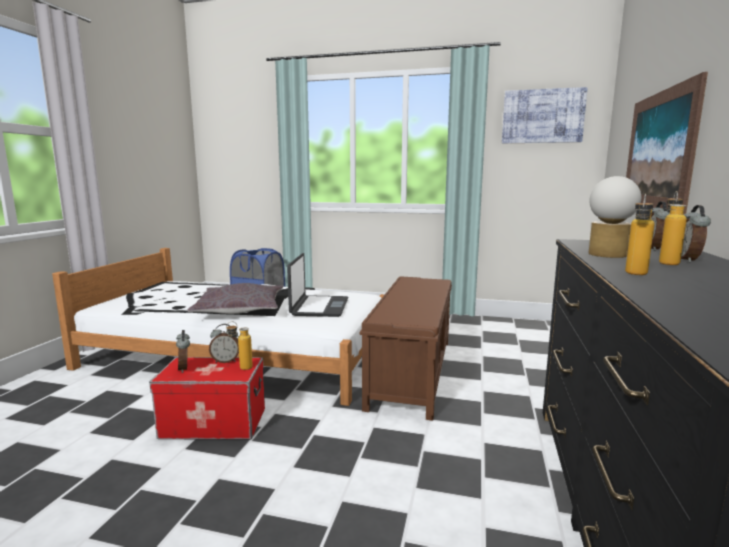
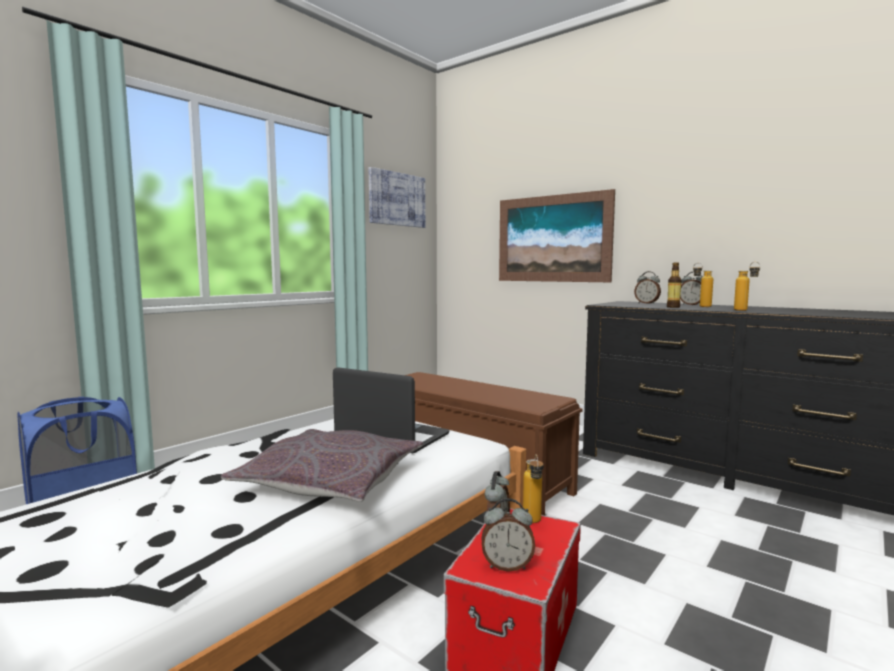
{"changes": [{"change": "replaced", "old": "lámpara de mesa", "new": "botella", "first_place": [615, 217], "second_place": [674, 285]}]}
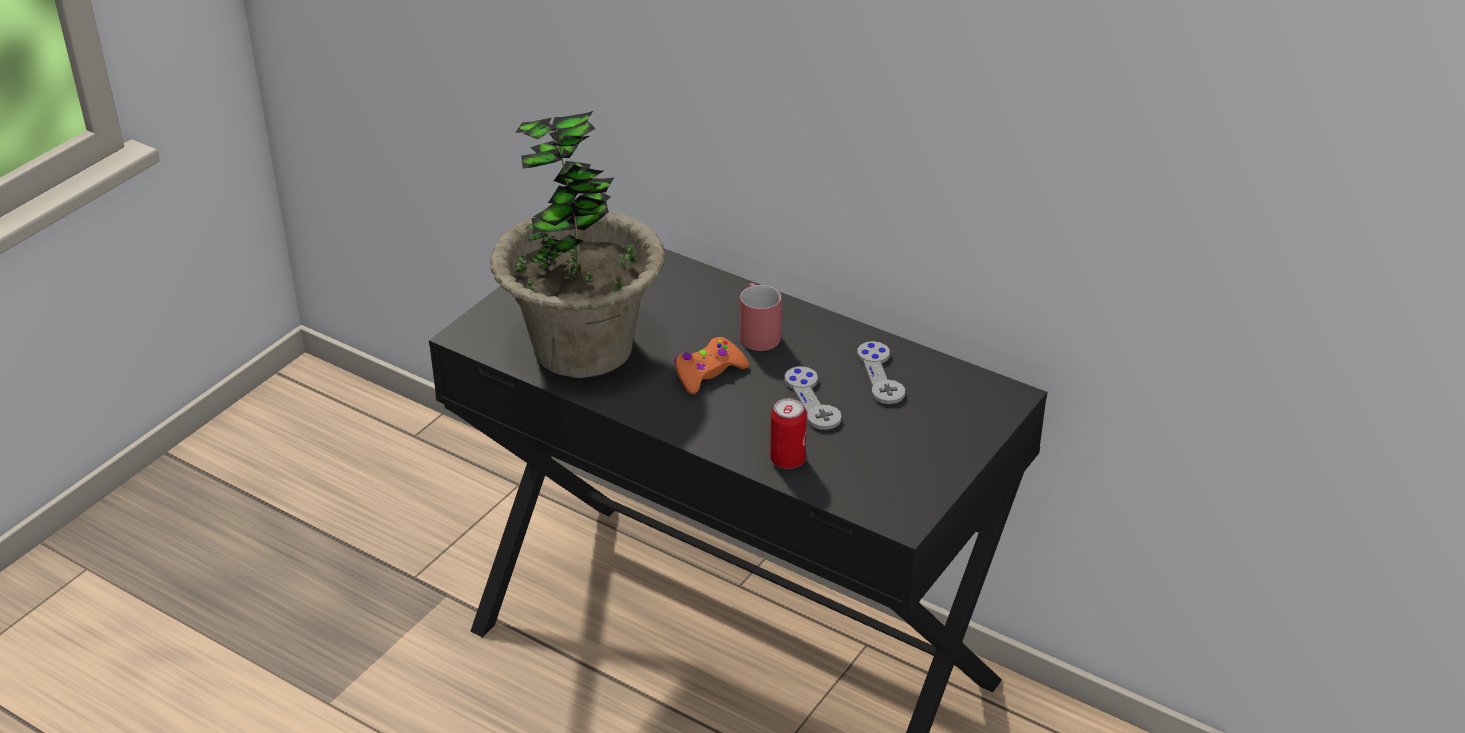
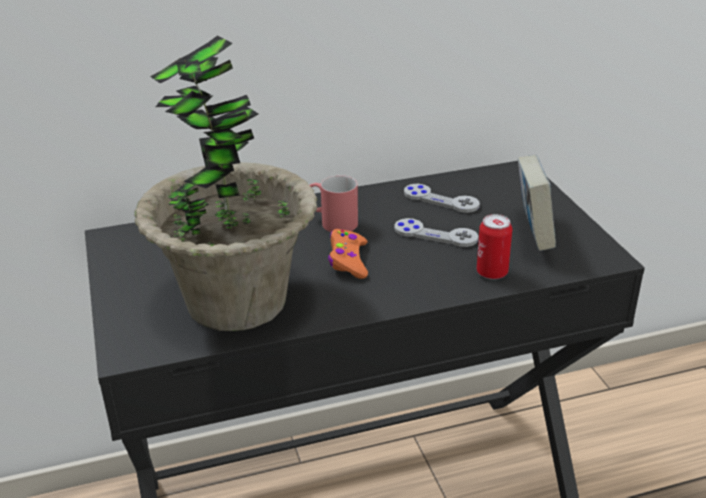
{"changes": [{"change": "added", "new": "libro", "second_place": [537, 203]}]}
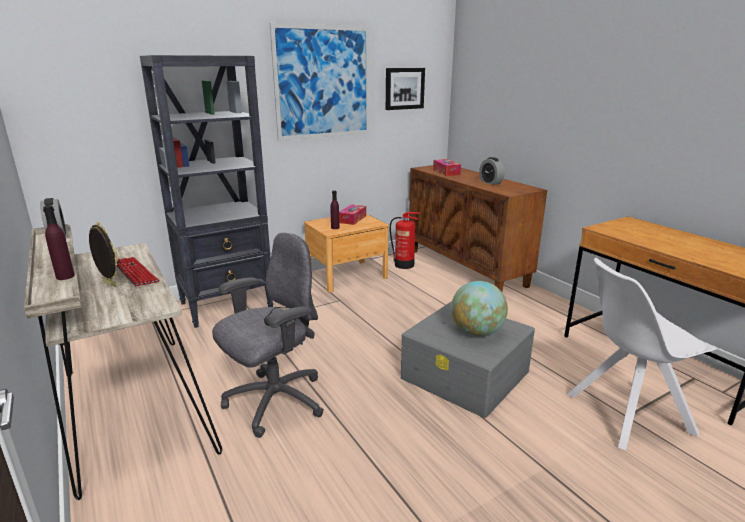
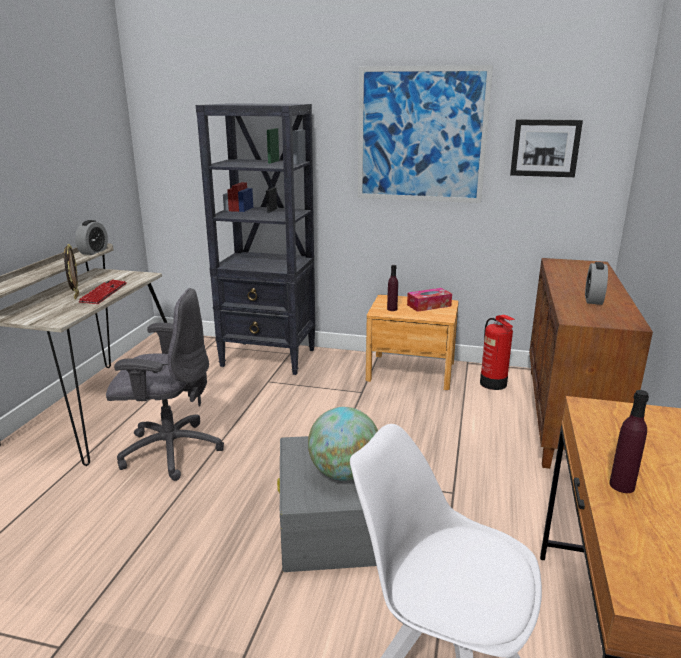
{"changes": [{"change": "moved", "old": "botella (morado)", "first_place": [59, 242], "second_place": [629, 441]}, {"change": "removed", "old": "caja de pañuelos", "first_place": [447, 167]}]}
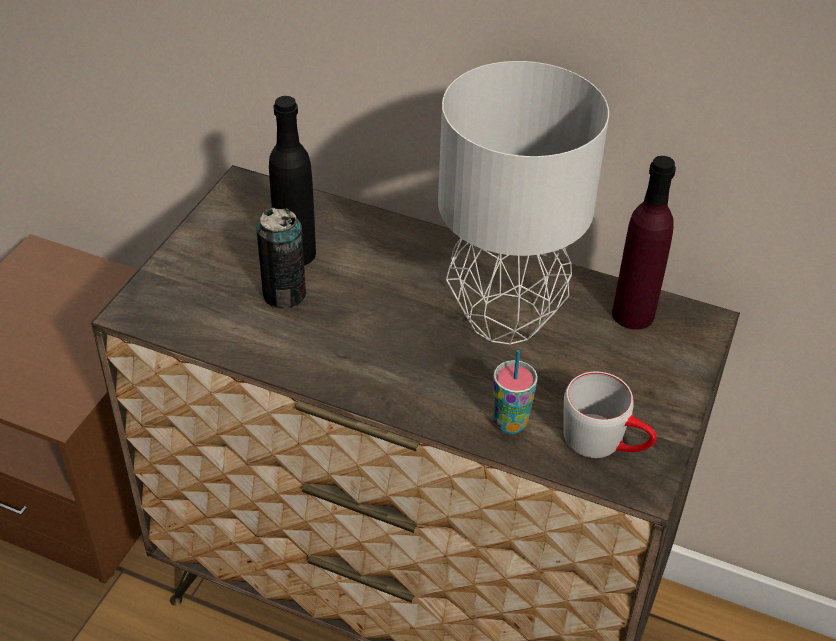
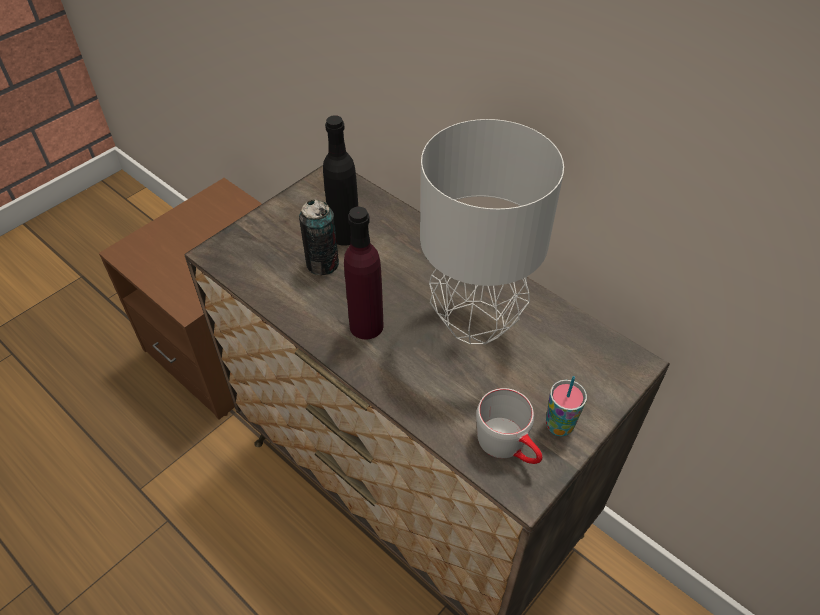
{"changes": [{"change": "moved", "old": "botella (morado)", "first_place": [644, 242], "second_place": [363, 273]}, {"change": "moved", "old": "taza", "first_place": [515, 392], "second_place": [566, 406]}]}
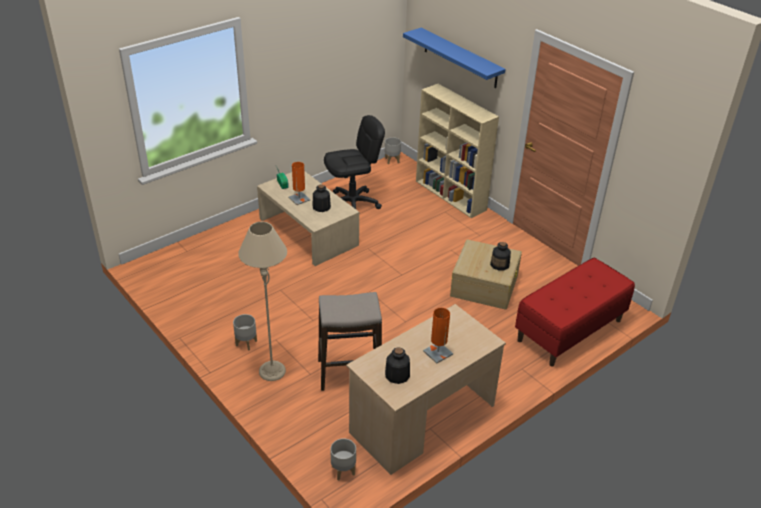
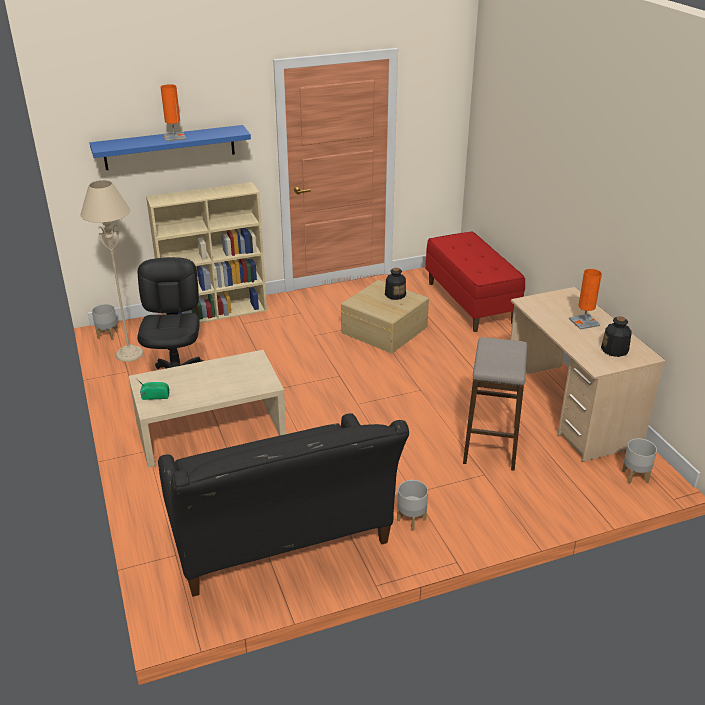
{"changes": [{"change": "moved", "old": "lámpara de pie (beis)", "first_place": [262, 301], "second_place": [111, 271]}, {"change": "added", "new": "sofá (negro)", "second_place": [283, 505]}, {"change": "moved", "old": "lámpara de mesa (naranja)", "first_place": [299, 183], "second_place": [173, 113]}, {"change": "removed", "old": "botella", "first_place": [321, 198]}]}
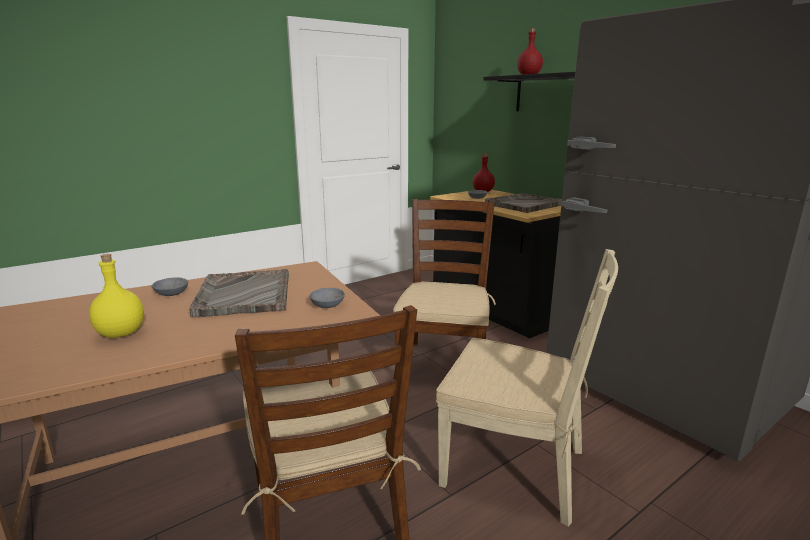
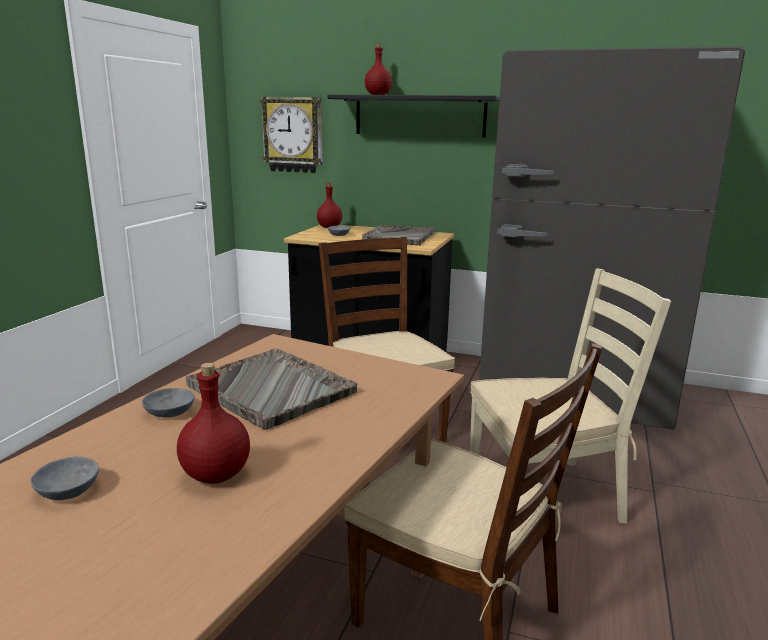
{"changes": [{"change": "moved", "old": "cuenco (gris)", "first_place": [327, 298], "second_place": [65, 478]}, {"change": "recoloured", "old": "botella (amarillo)", "new": "botella (rojo)", "first_place": [116, 296], "second_place": [213, 423]}, {"change": "added", "new": "reloj de pared", "second_place": [291, 135]}]}
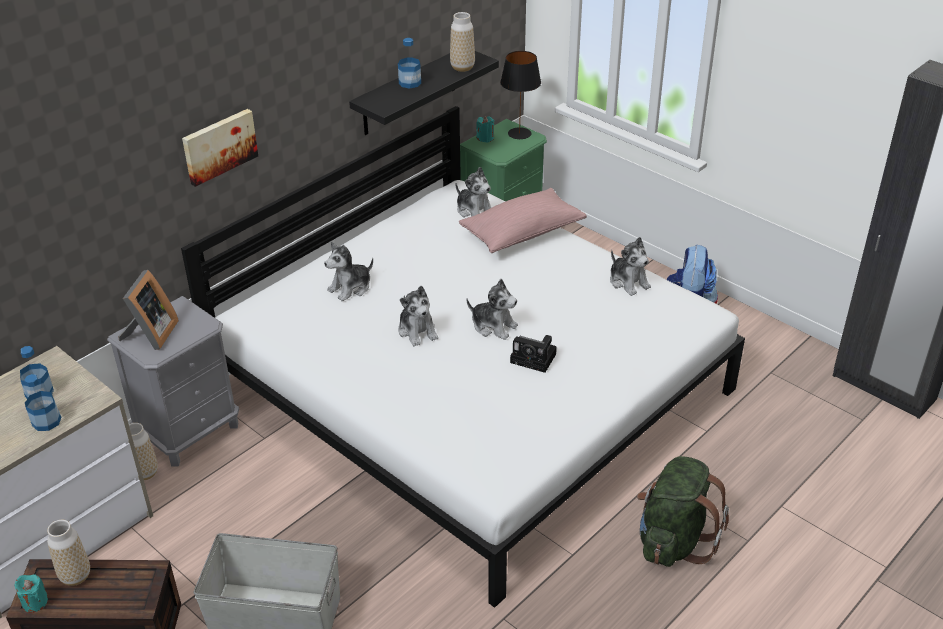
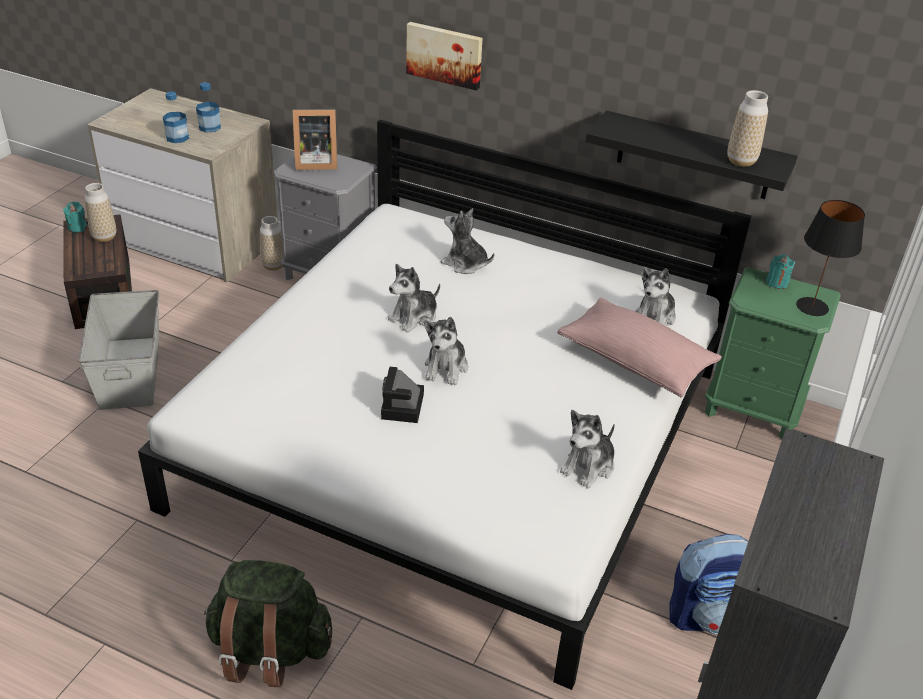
{"changes": [{"change": "removed", "old": "botella", "first_place": [409, 63]}]}
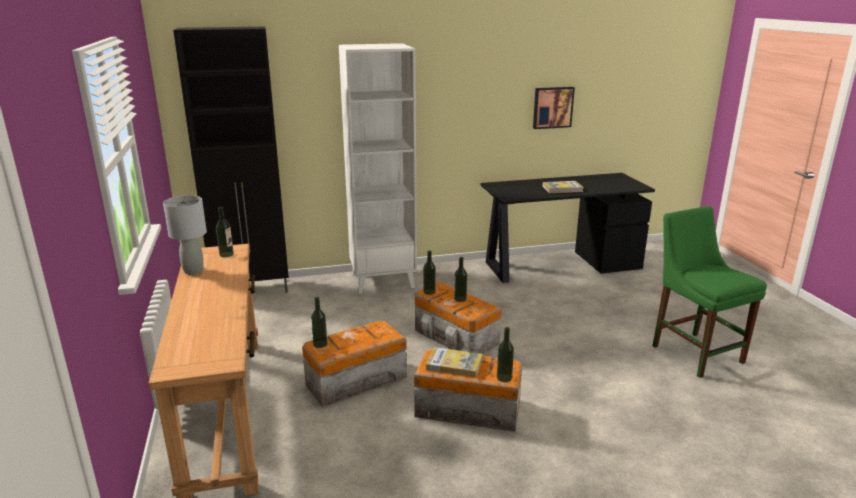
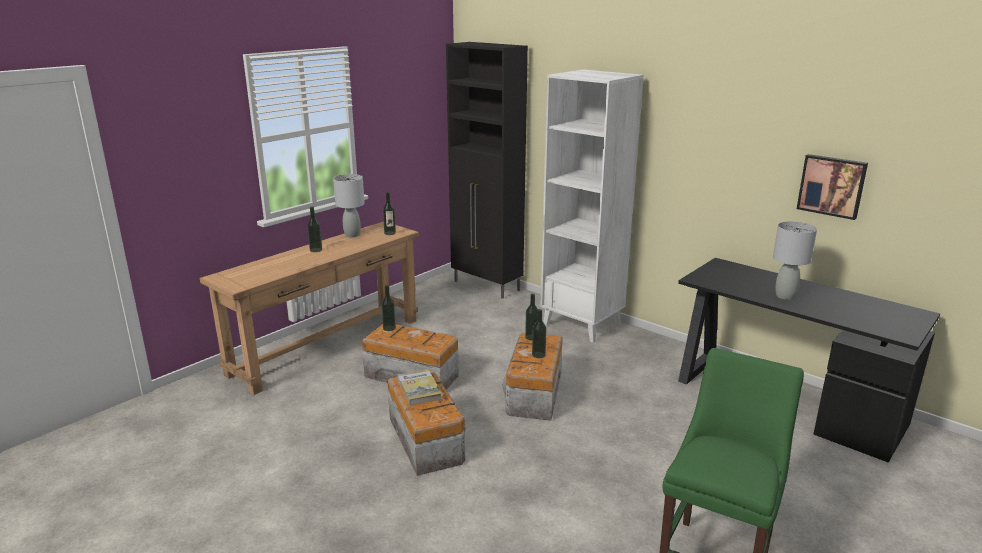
{"changes": [{"change": "moved", "old": "botella", "first_place": [505, 354], "second_place": [314, 229]}, {"change": "replaced", "old": "libro", "new": "lámpara de mesa (gris)", "first_place": [562, 187], "second_place": [795, 260]}]}
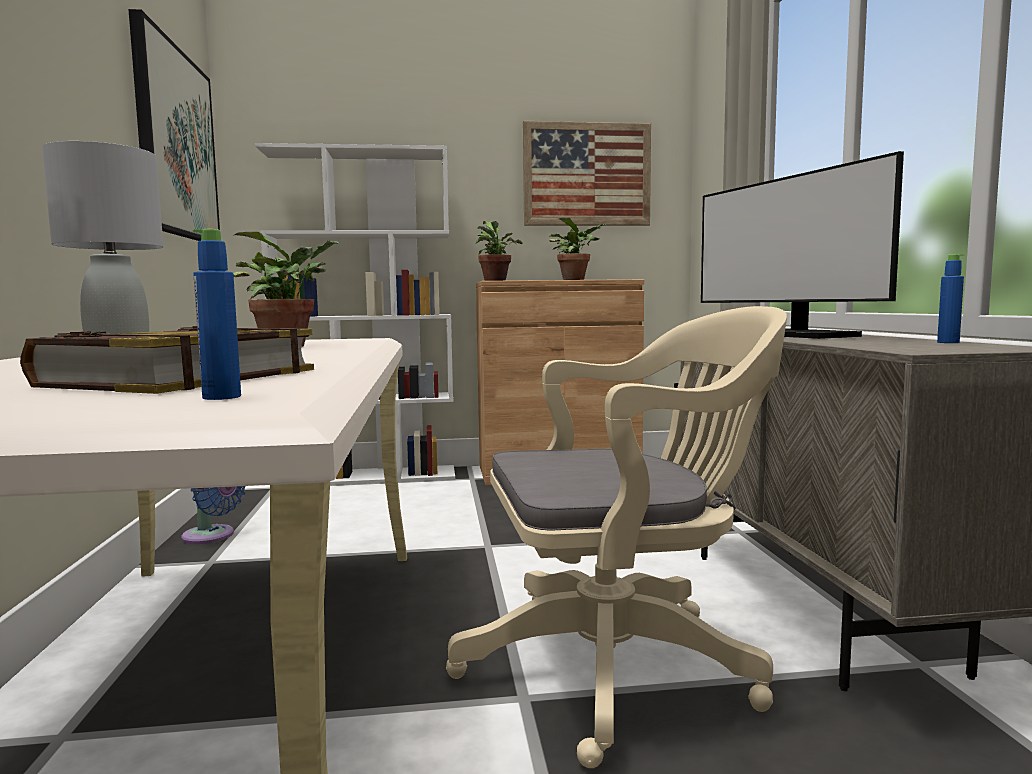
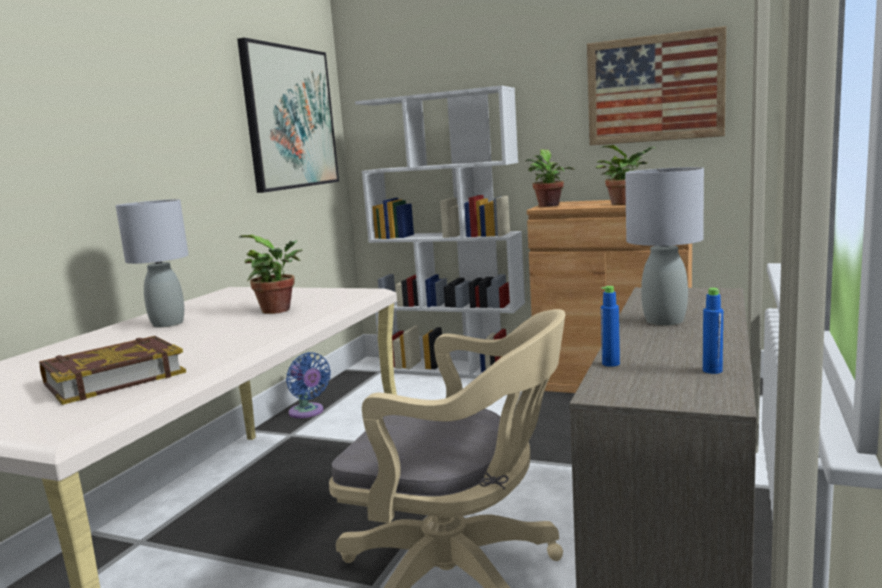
{"changes": [{"change": "moved", "old": "botella (azul)", "first_place": [217, 314], "second_place": [610, 326]}, {"change": "replaced", "old": "monitor", "new": "lámpara de mesa (gris)", "first_place": [802, 245], "second_place": [664, 246]}]}
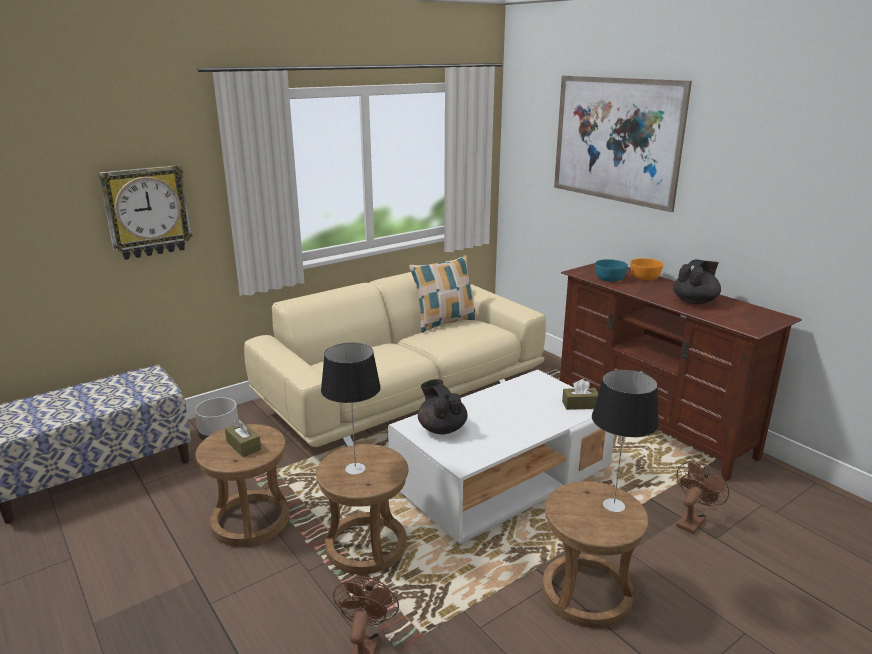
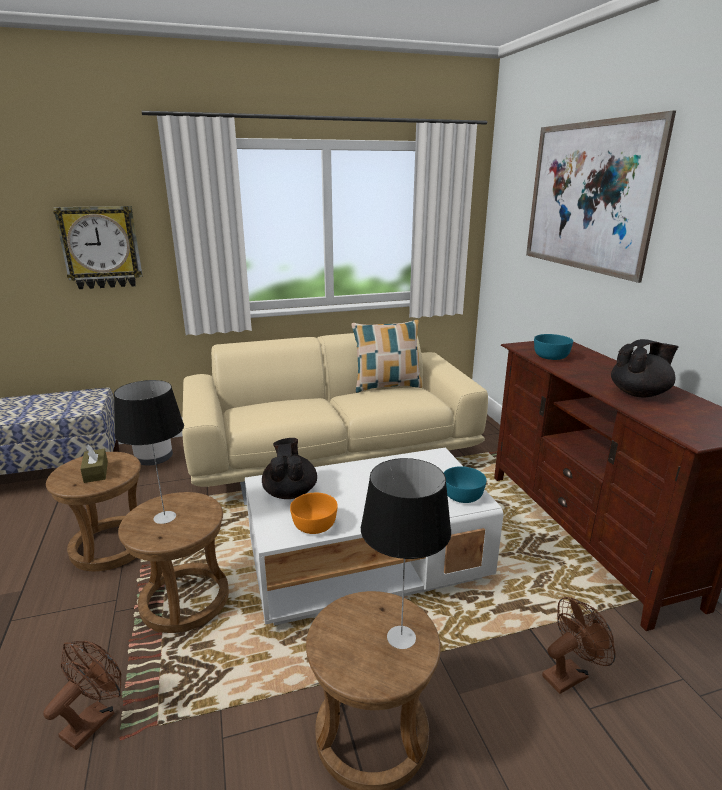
{"changes": [{"change": "moved", "old": "cuenco (naranja)", "first_place": [647, 269], "second_place": [314, 513]}, {"change": "replaced", "old": "caja de pañuelos (marrón)", "new": "cuenco (turquesa)", "first_place": [580, 394], "second_place": [465, 484]}]}
